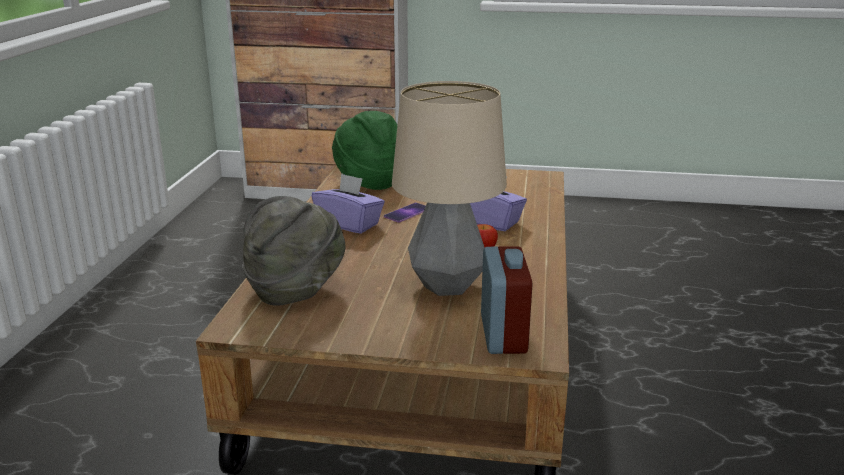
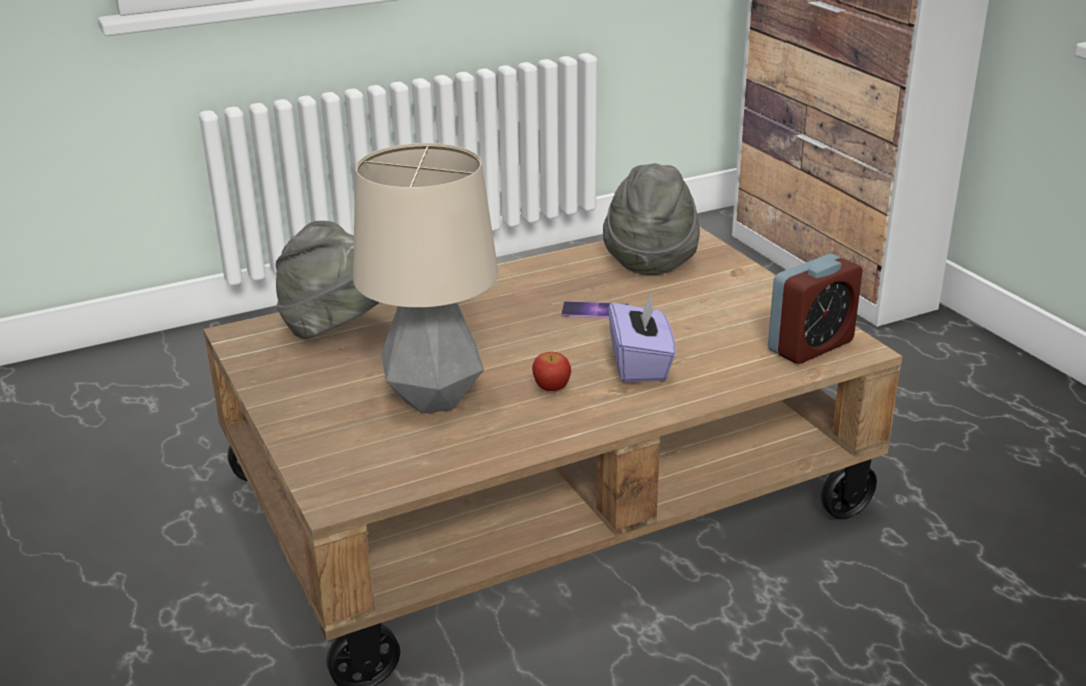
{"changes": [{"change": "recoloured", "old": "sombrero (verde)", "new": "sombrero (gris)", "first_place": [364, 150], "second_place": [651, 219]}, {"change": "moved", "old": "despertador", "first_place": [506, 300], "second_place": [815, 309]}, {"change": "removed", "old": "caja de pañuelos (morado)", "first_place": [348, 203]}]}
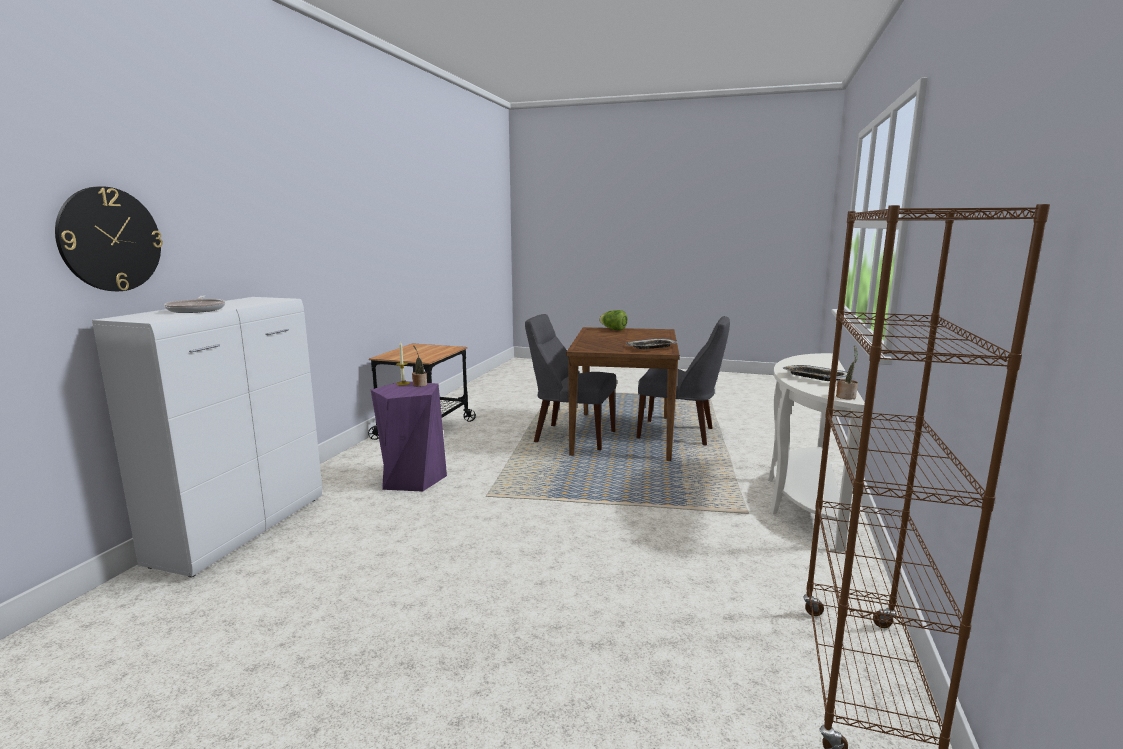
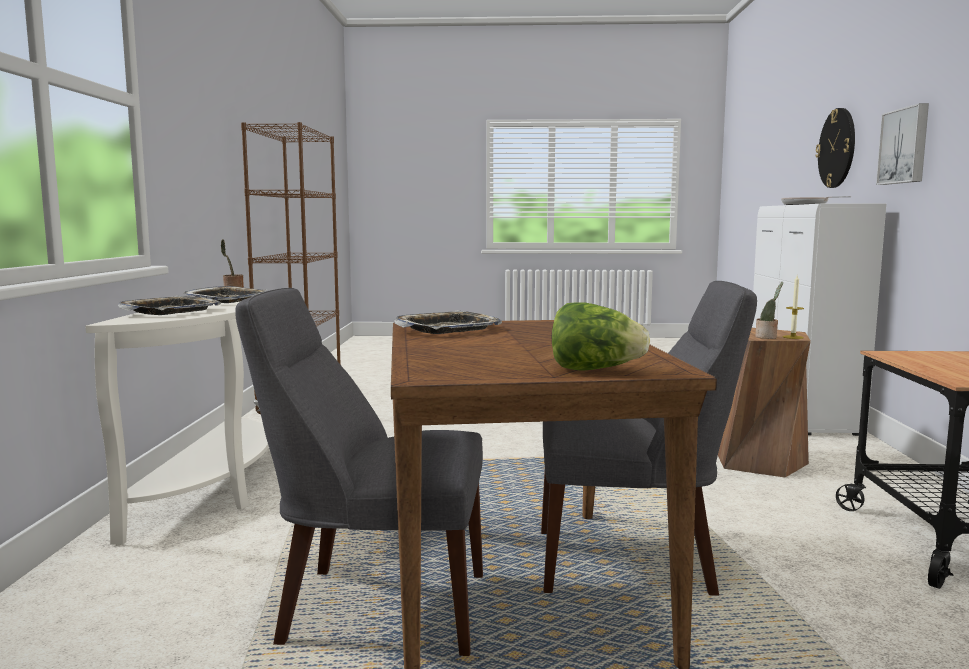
{"changes": [{"change": "added", "new": "bandeja", "second_place": [169, 305]}, {"change": "recoloured", "old": "taburete (morado)", "new": "taburete (marrón)", "first_place": [409, 436], "second_place": [764, 403]}, {"change": "added", "new": "cuadro", "second_place": [902, 144]}]}
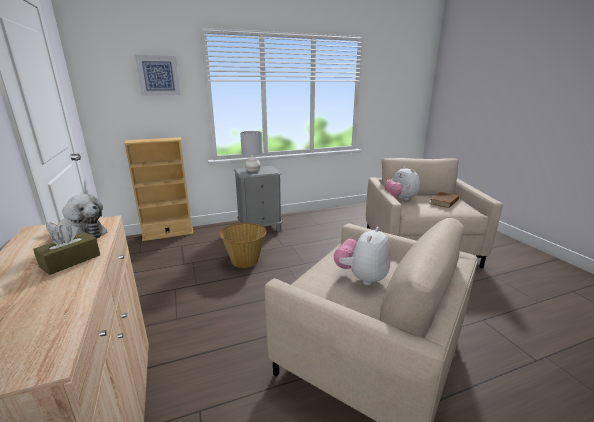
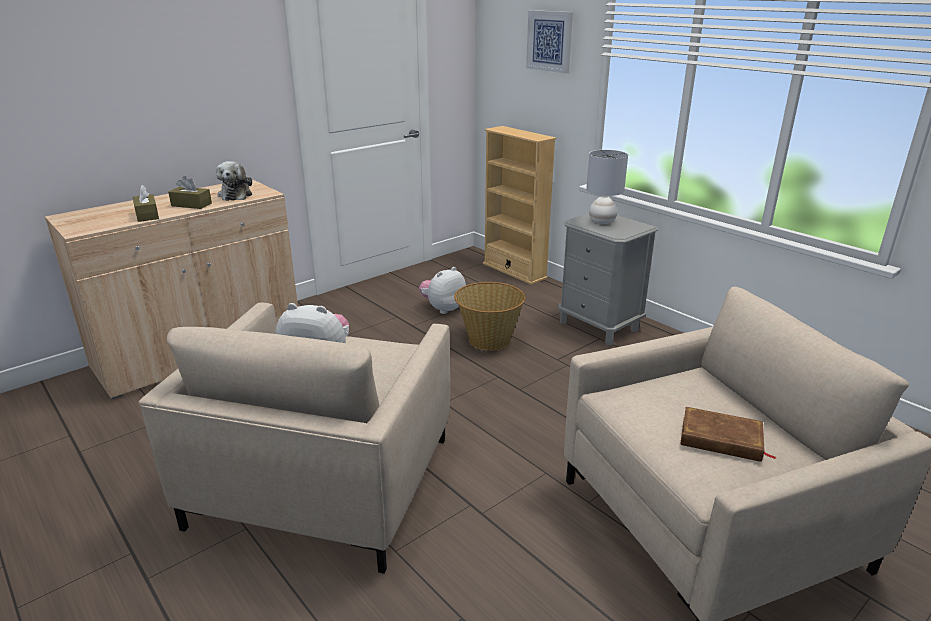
{"changes": [{"change": "added", "new": "caja de pañuelos (marrón)", "second_place": [146, 203]}, {"change": "moved", "old": "peluche", "first_place": [402, 183], "second_place": [442, 290]}]}
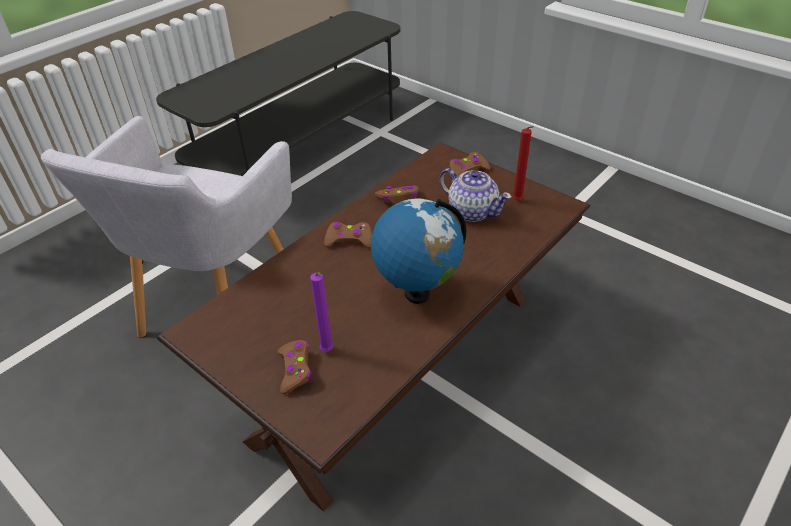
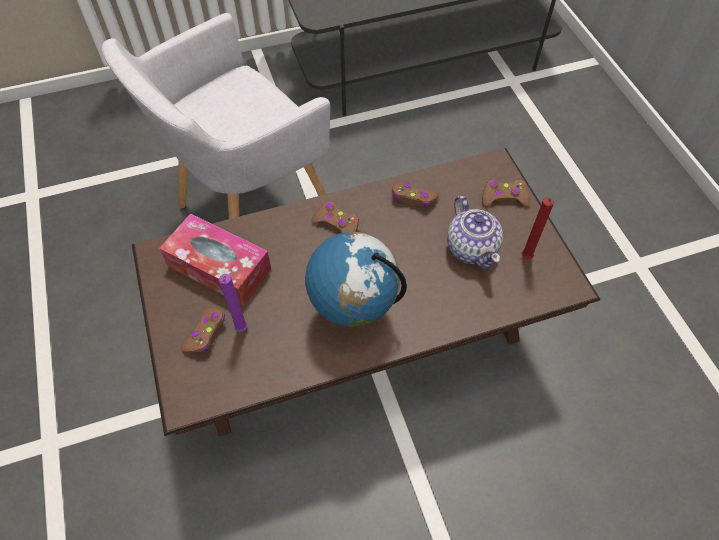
{"changes": [{"change": "added", "new": "caja de pañuelos", "second_place": [215, 259]}]}
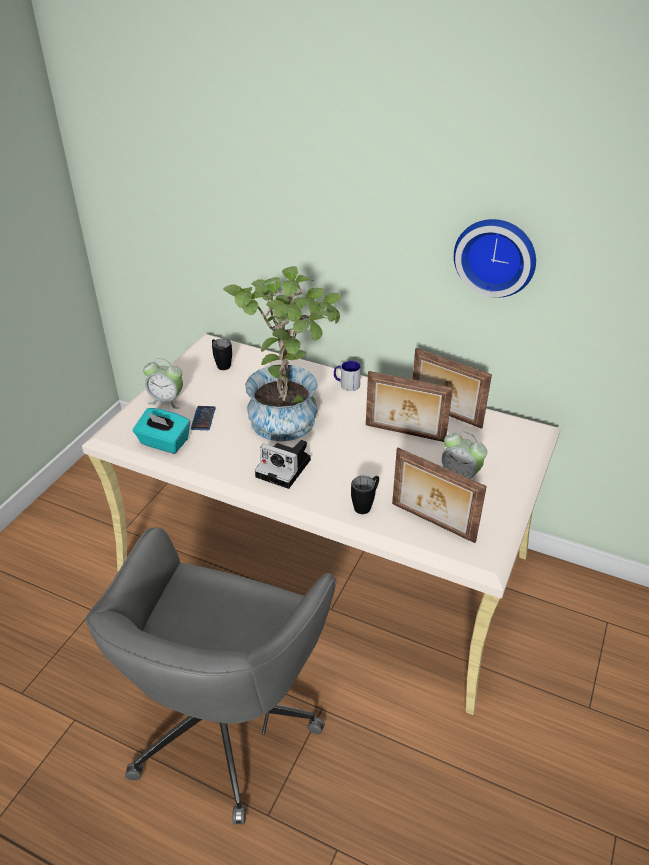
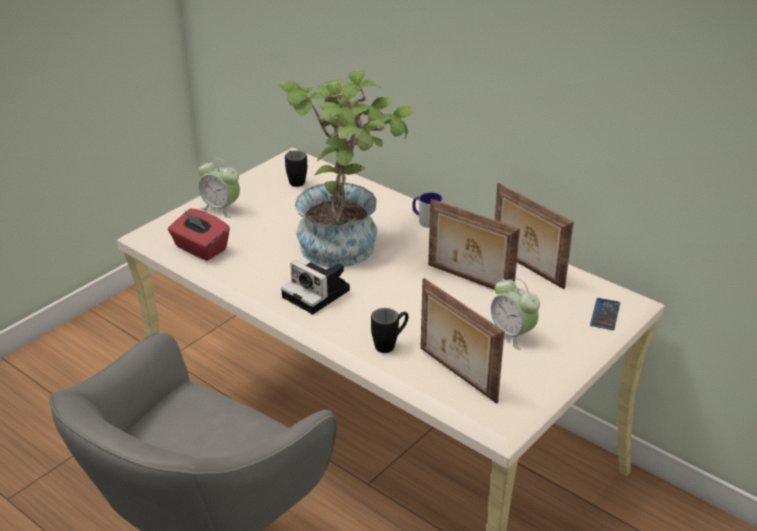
{"changes": [{"change": "recoloured", "old": "caja de pañuelos (turquesa)", "new": "caja de pañuelos (rojo)", "first_place": [161, 431], "second_place": [199, 235]}, {"change": "moved", "old": "móvil", "first_place": [203, 418], "second_place": [605, 314]}, {"change": "removed", "old": "reloj de pared", "first_place": [495, 258]}]}
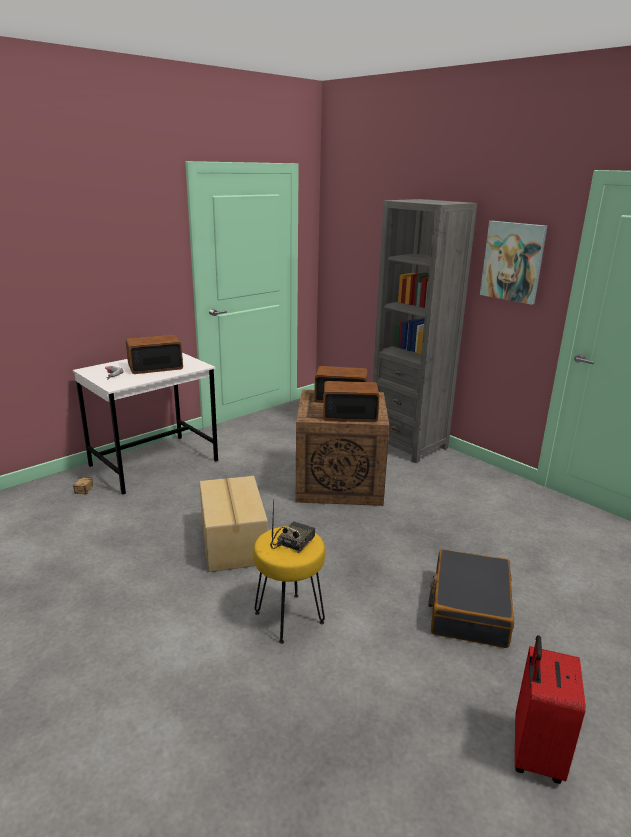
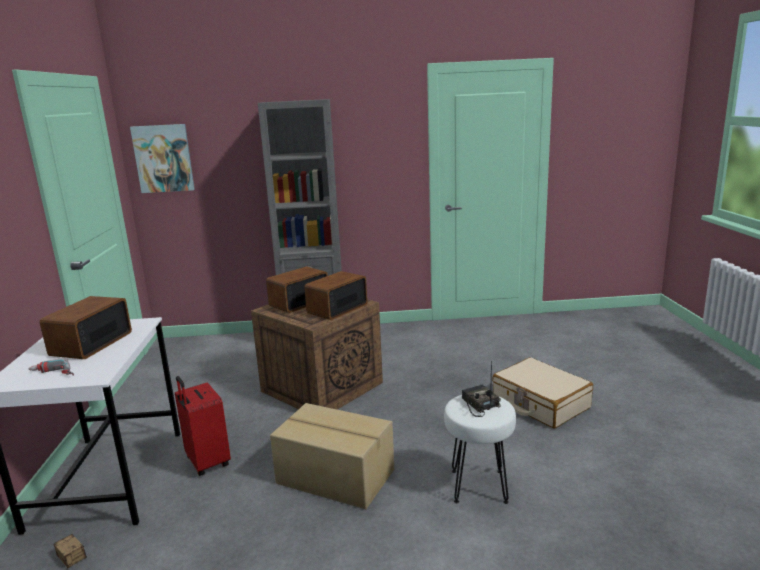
{"changes": [{"change": "moved", "old": "cuadro", "first_place": [513, 263], "second_place": [162, 158]}, {"change": "moved", "old": "maleta (rojo)", "first_place": [550, 709], "second_place": [203, 426]}, {"change": "recoloured", "old": "taburete (amarillo)", "new": "taburete (blanco)", "first_place": [289, 585], "second_place": [480, 449]}, {"change": "recoloured", "old": "maleta (negro)", "new": "maleta (beis)", "first_place": [471, 598], "second_place": [542, 393]}]}
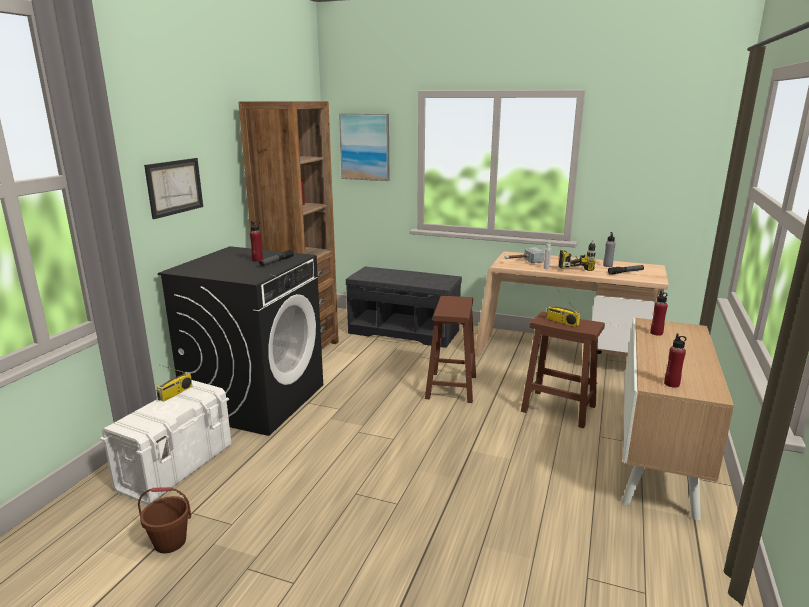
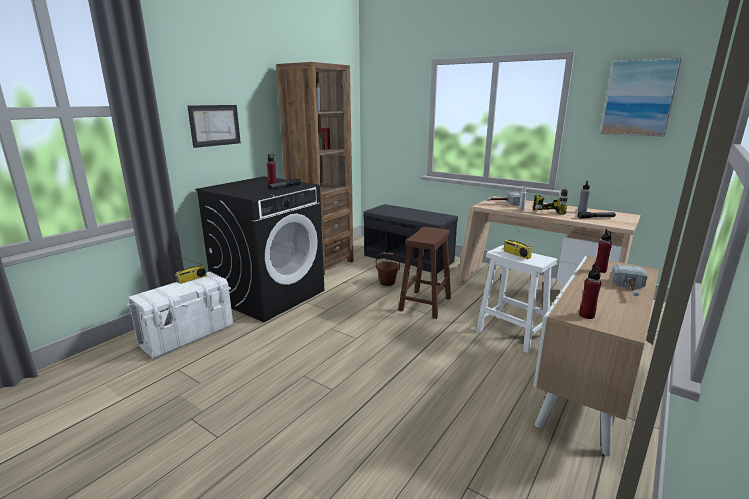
{"changes": [{"change": "moved", "old": "cubo (marrón)", "first_place": [164, 520], "second_place": [388, 269]}, {"change": "recoloured", "old": "taburete (marrón)", "new": "taburete (blanco)", "first_place": [563, 370], "second_place": [517, 299]}, {"change": "moved", "old": "cuadro", "first_place": [364, 147], "second_place": [641, 97]}, {"change": "added", "new": "martillo", "second_place": [629, 280]}]}
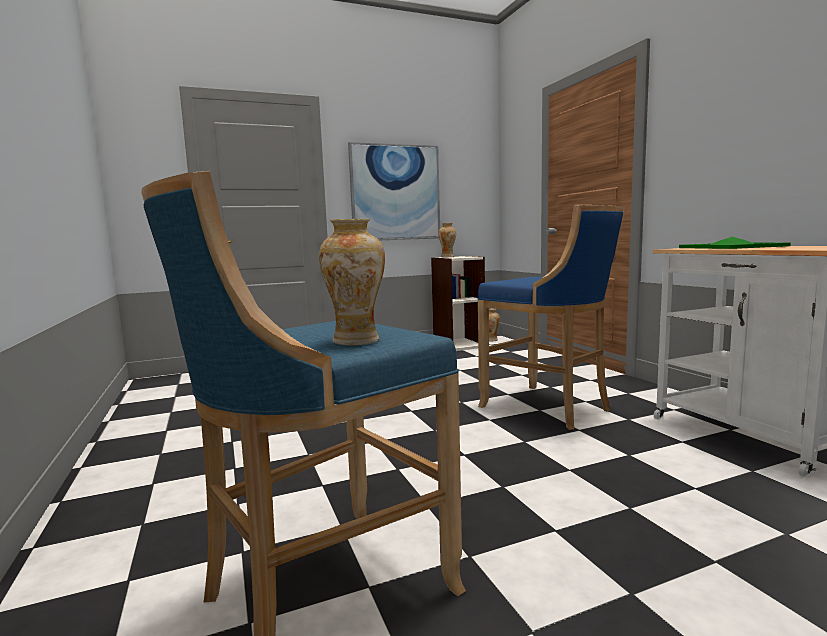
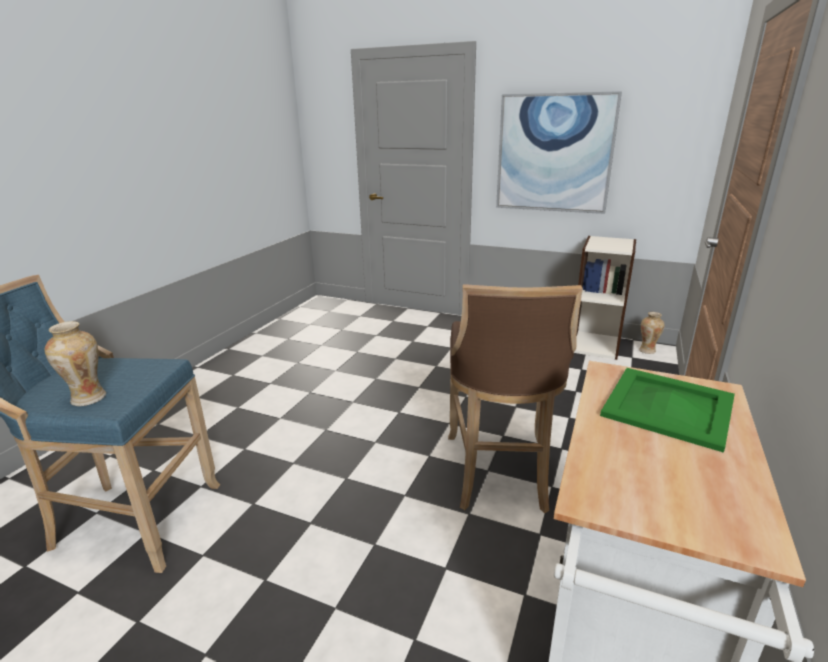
{"changes": [{"change": "recoloured", "old": "taburete (azul)", "new": "taburete (marrón)", "first_place": [551, 317], "second_place": [515, 398]}, {"change": "removed", "old": "florero", "first_place": [447, 240]}]}
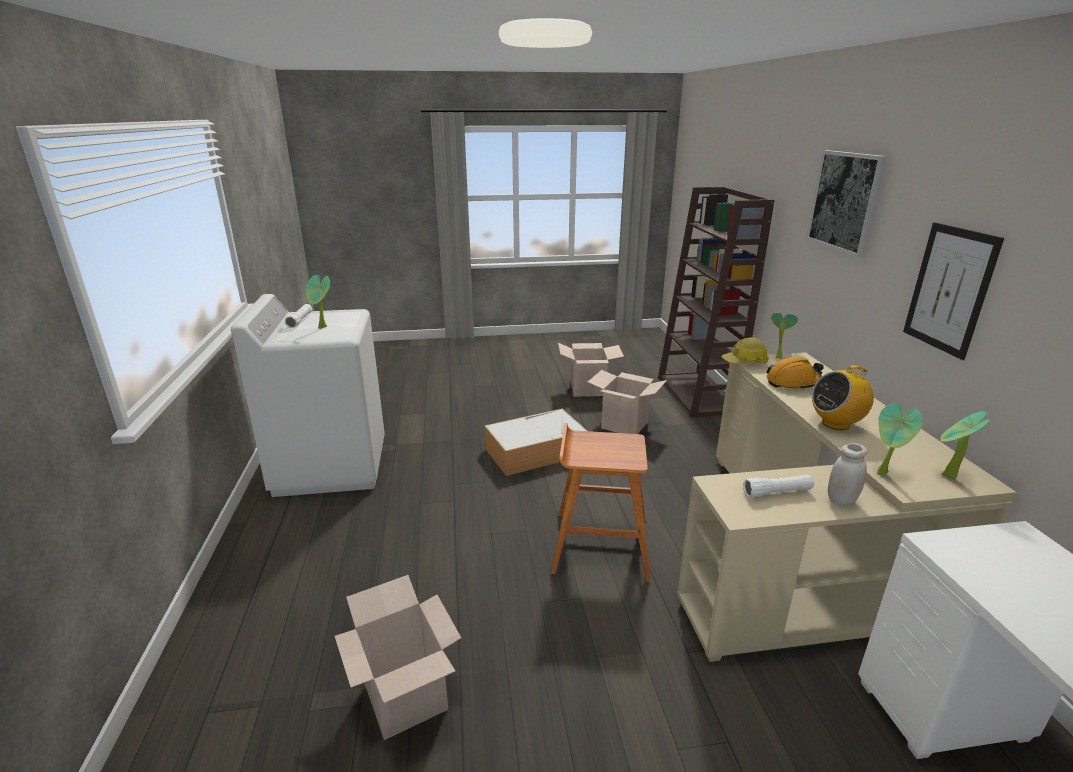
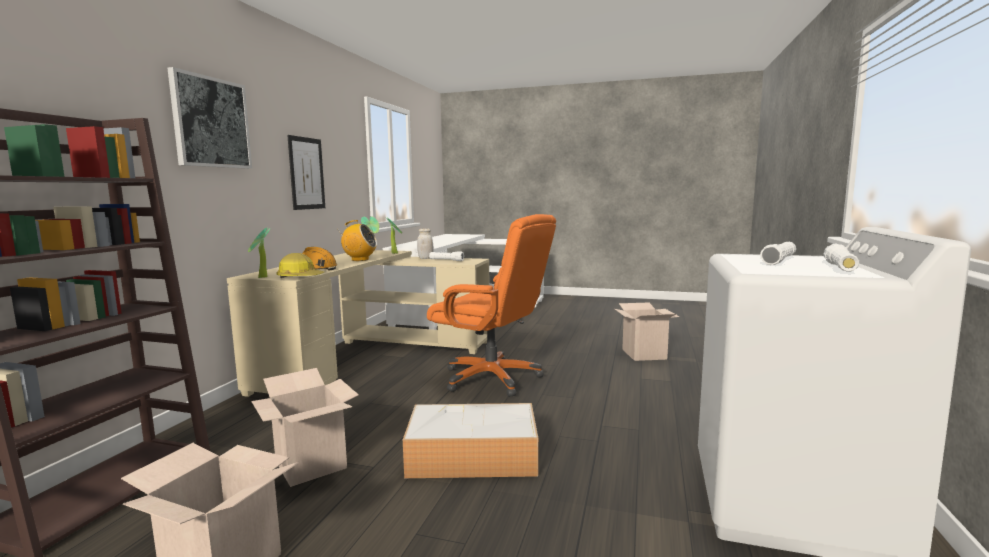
{"changes": [{"change": "replaced", "old": "taburete (marrón)", "new": "silla de oficina (naranja)", "first_place": [600, 502], "second_place": [491, 305]}, {"change": "replaced", "old": "planta en maceta", "new": "linterna (blanco)", "first_place": [318, 302], "second_place": [778, 253]}]}
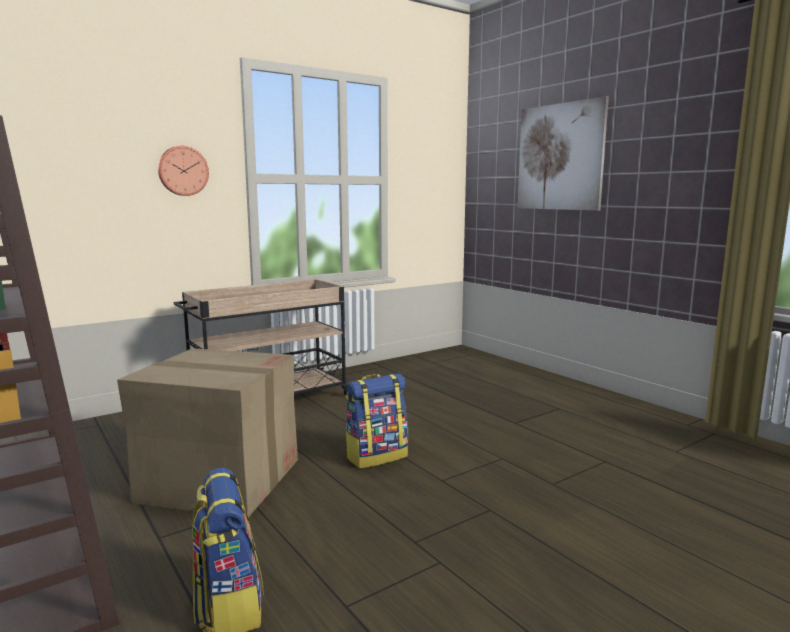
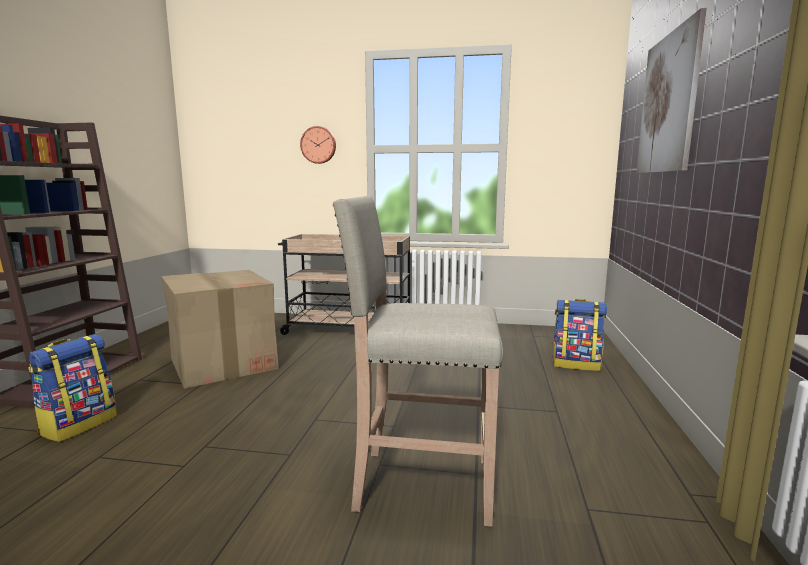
{"changes": [{"change": "added", "new": "taburete (beis)", "second_place": [418, 361]}, {"change": "moved", "old": "mochila", "first_place": [377, 421], "second_place": [579, 335]}]}
